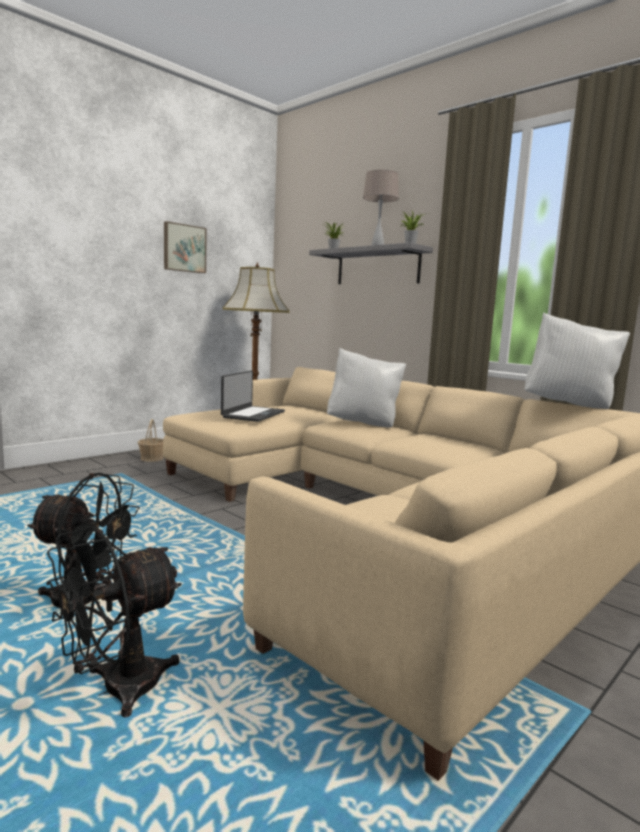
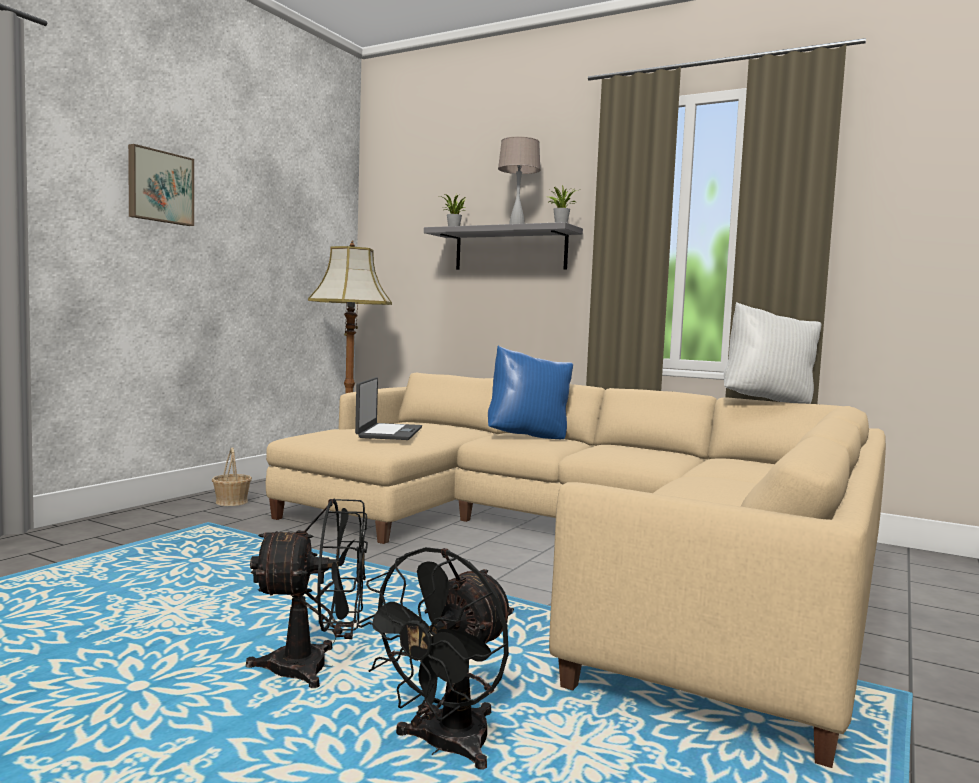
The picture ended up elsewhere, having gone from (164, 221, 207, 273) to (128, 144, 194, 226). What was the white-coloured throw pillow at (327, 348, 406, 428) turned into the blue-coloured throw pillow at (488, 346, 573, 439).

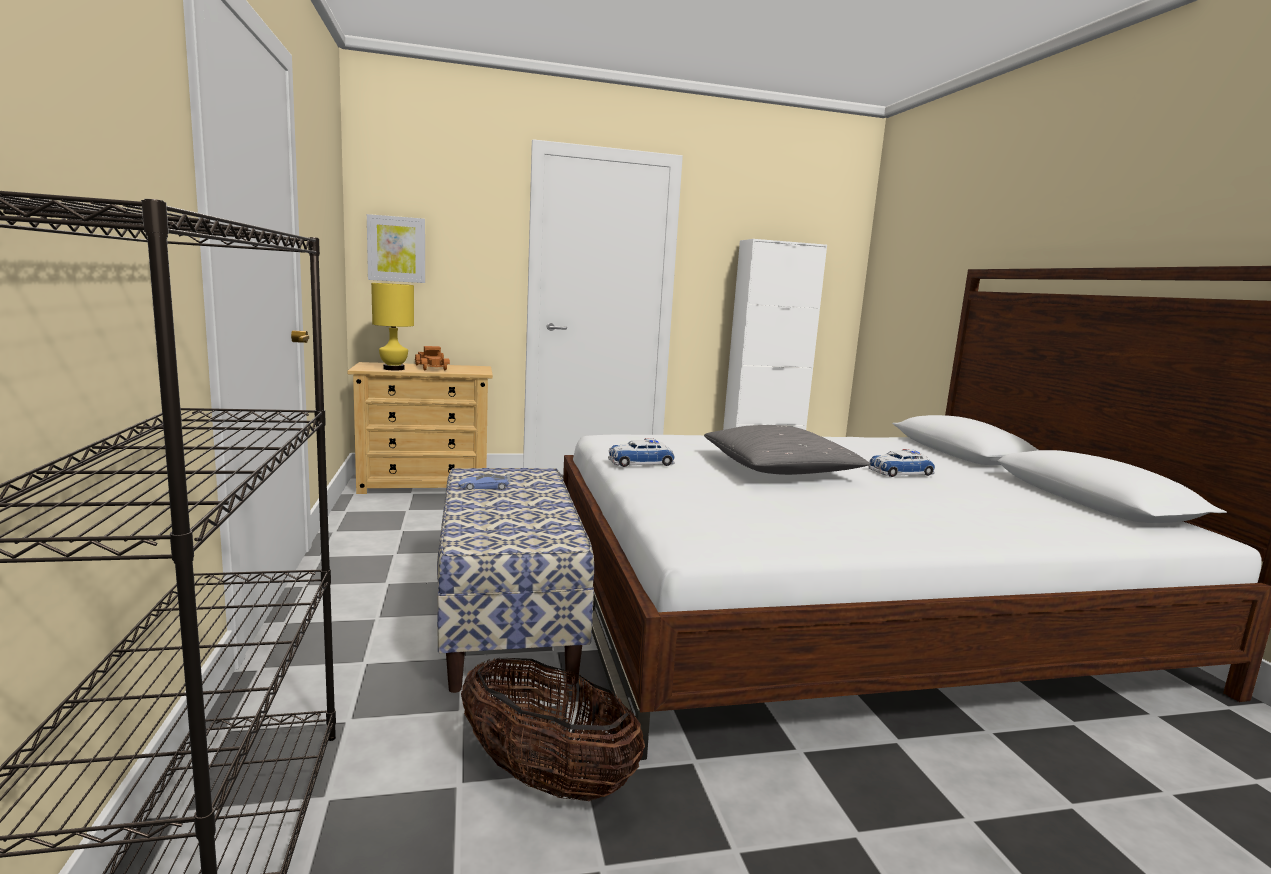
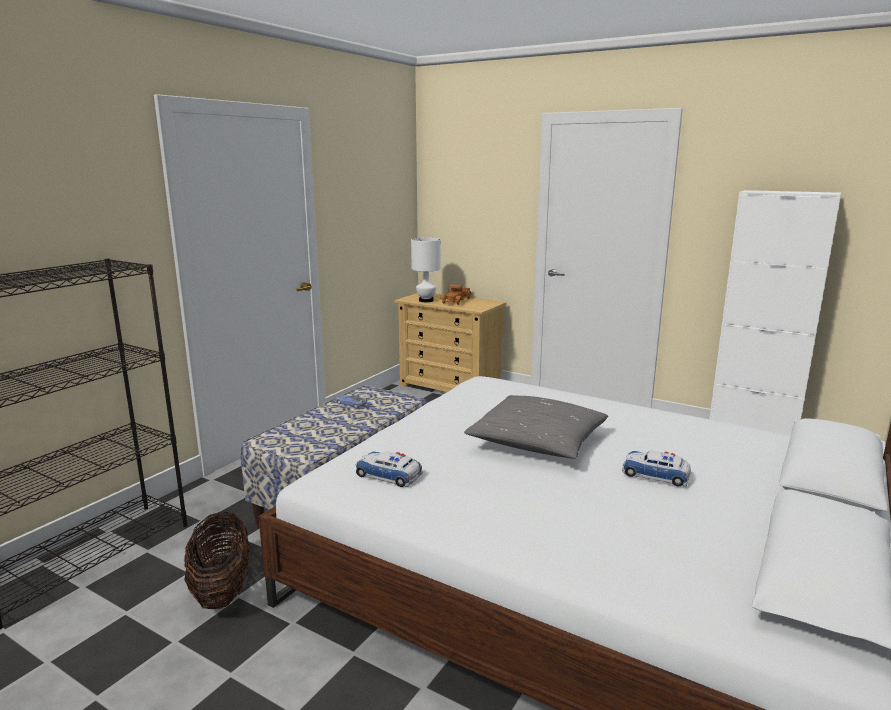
The toy car ended up elsewhere, having gone from (608, 438, 675, 467) to (356, 451, 423, 487). What was the yellow table lamp at (371, 283, 414, 370) turned into the white-coloured table lamp at (411, 238, 441, 302). The second view lost the picture at (367, 214, 425, 283).

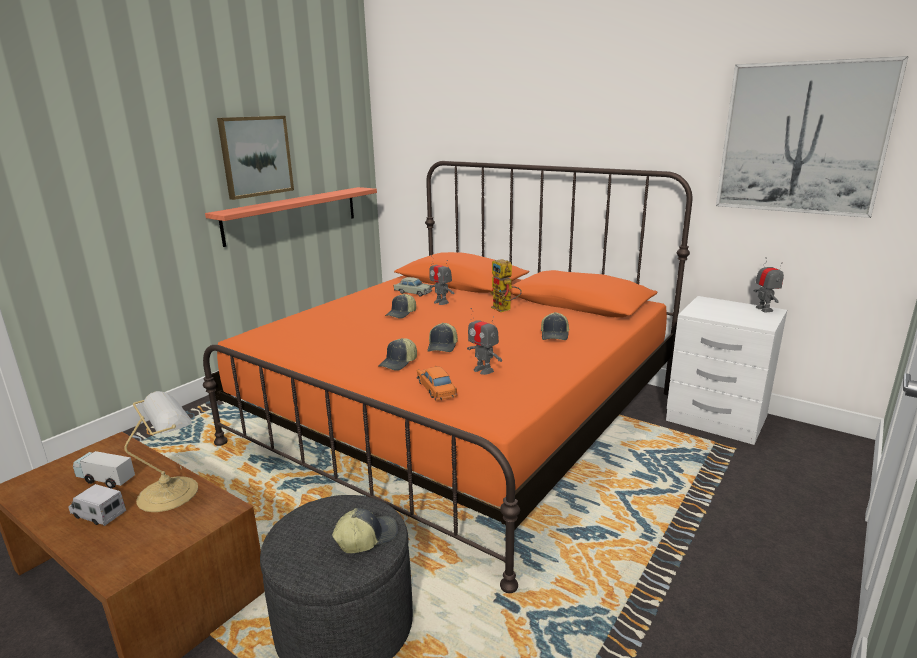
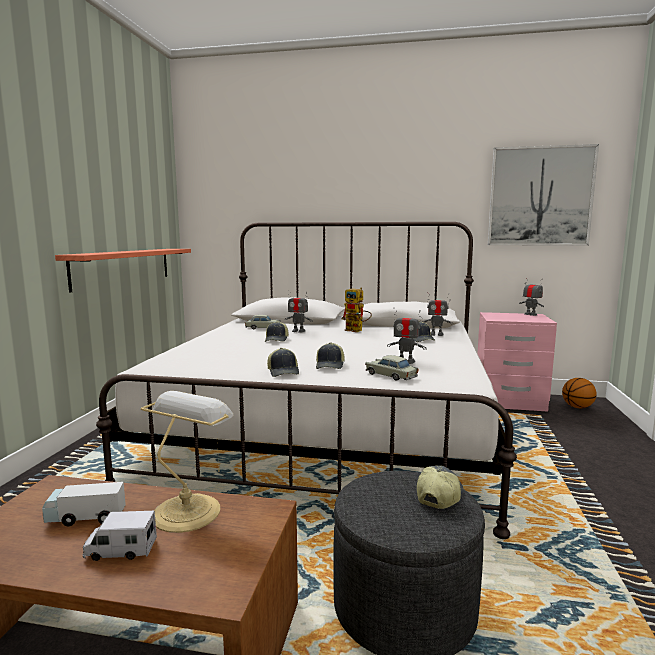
What was the orangey sleeping bed at (203, 161, 693, 593) turned into the white-coloured sleeping bed at (96, 222, 517, 539). The baseball cap ended up elsewhere, having gone from (427, 323, 458, 352) to (267, 348, 299, 377). What was the orangey toy car at (417, 366, 457, 401) turned into the sand-coloured toy car at (365, 355, 419, 381). The second view gained the toy robot at (422, 292, 453, 336). What was the white-coloured night table at (666, 296, 787, 445) turned into the pink night table at (477, 312, 557, 412). The second view gained the ball for basketball at (562, 378, 597, 408). The second view lost the picture at (217, 116, 294, 200).

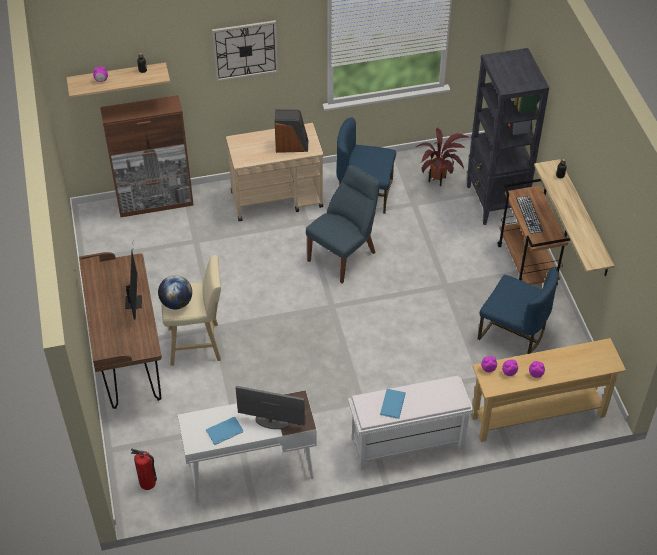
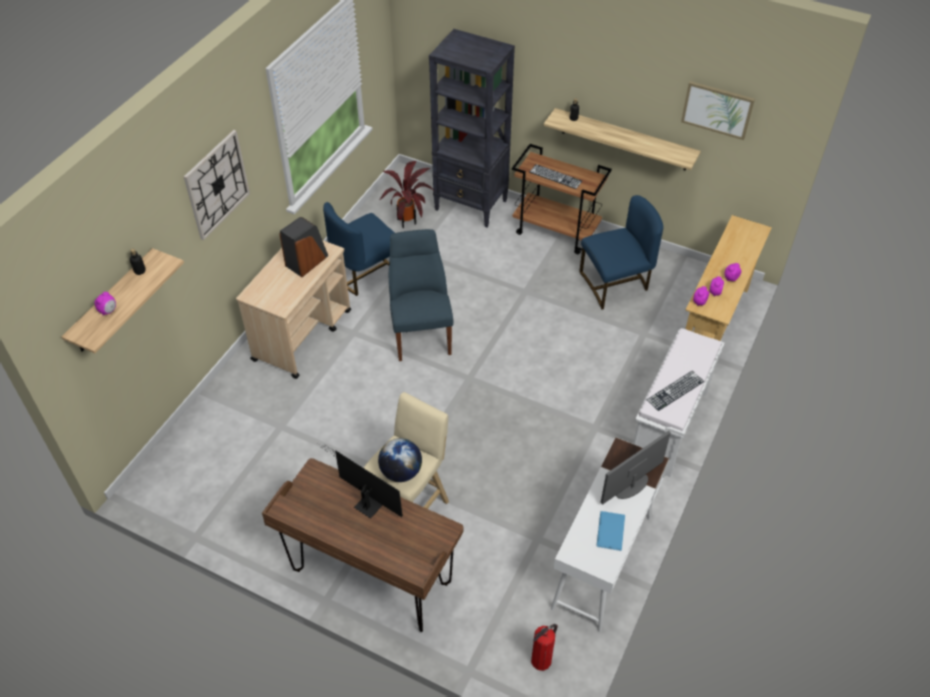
Where the blue-coloured bound book stood at (380, 389, 406, 419), the PC keyboard came to stand at (647, 371, 704, 411). The second view gained the picture at (681, 81, 755, 140). The second view lost the brown-coloured cabinet at (100, 95, 194, 218).

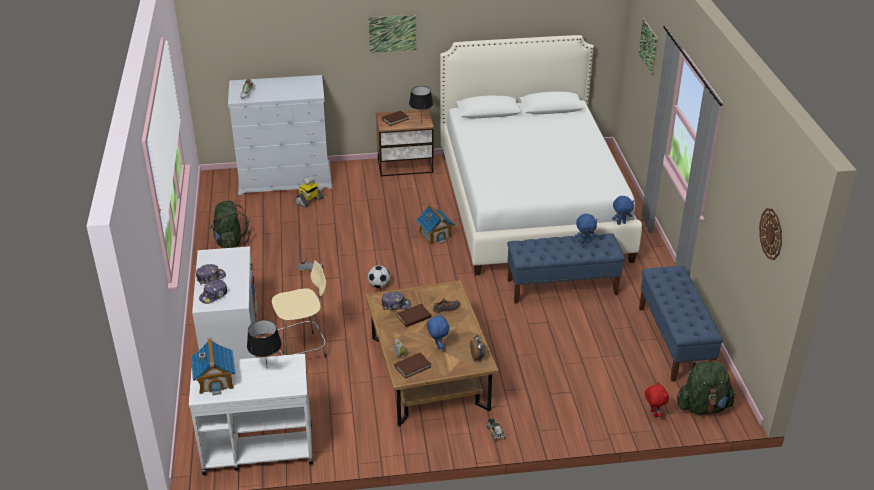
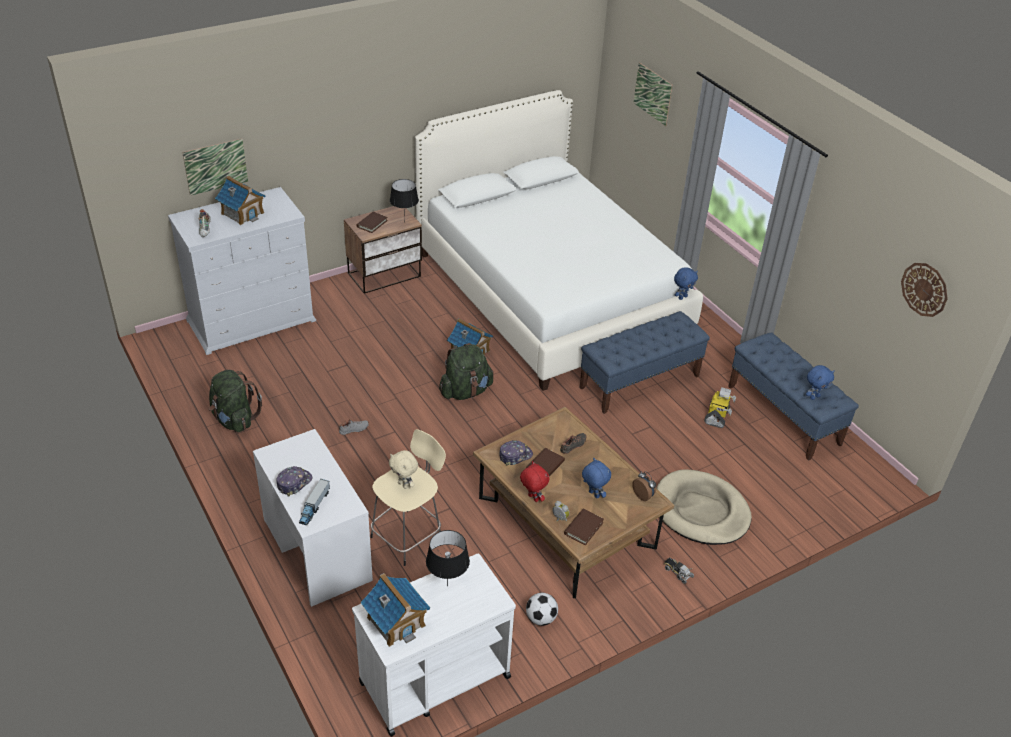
The picture ended up elsewhere, having gone from (368, 15, 417, 53) to (182, 139, 248, 196). The second view gained the miniature house at (215, 176, 266, 225). Where the baseball cap stood at (199, 279, 227, 304), the toy lorry came to stand at (299, 479, 330, 526). The second view gained the sand-coloured plush toy at (389, 450, 418, 489). The green-coloured rucksack ended up elsewhere, having gone from (677, 360, 735, 415) to (439, 343, 493, 400). The reddish plush toy ended up elsewhere, having gone from (645, 382, 669, 417) to (520, 461, 550, 502). The ball for football ended up elsewhere, having gone from (368, 265, 390, 288) to (526, 593, 558, 626). The second view gained the sand-coloured dog cushion at (656, 469, 752, 545). The toy robot ended up elsewhere, having gone from (295, 177, 323, 208) to (704, 387, 736, 428). The blue-coloured plush toy ended up elsewhere, having gone from (575, 214, 597, 243) to (806, 365, 835, 400).

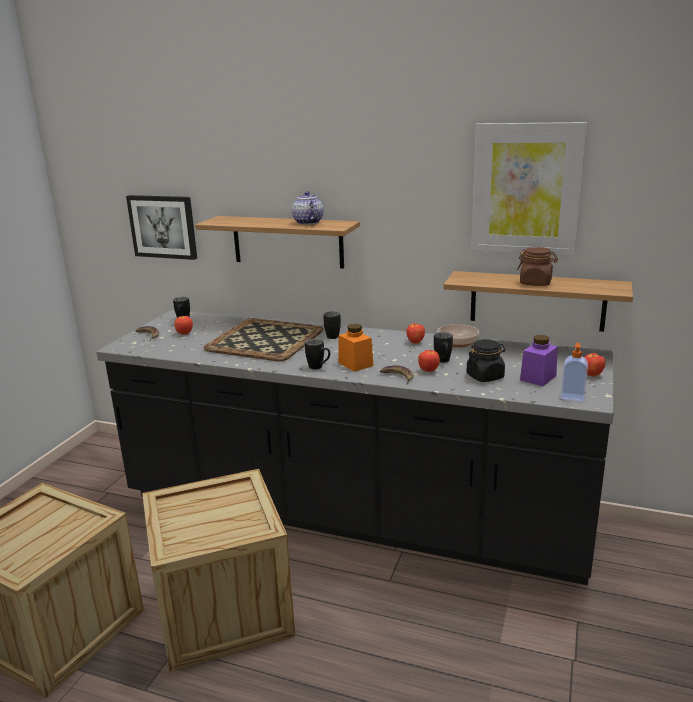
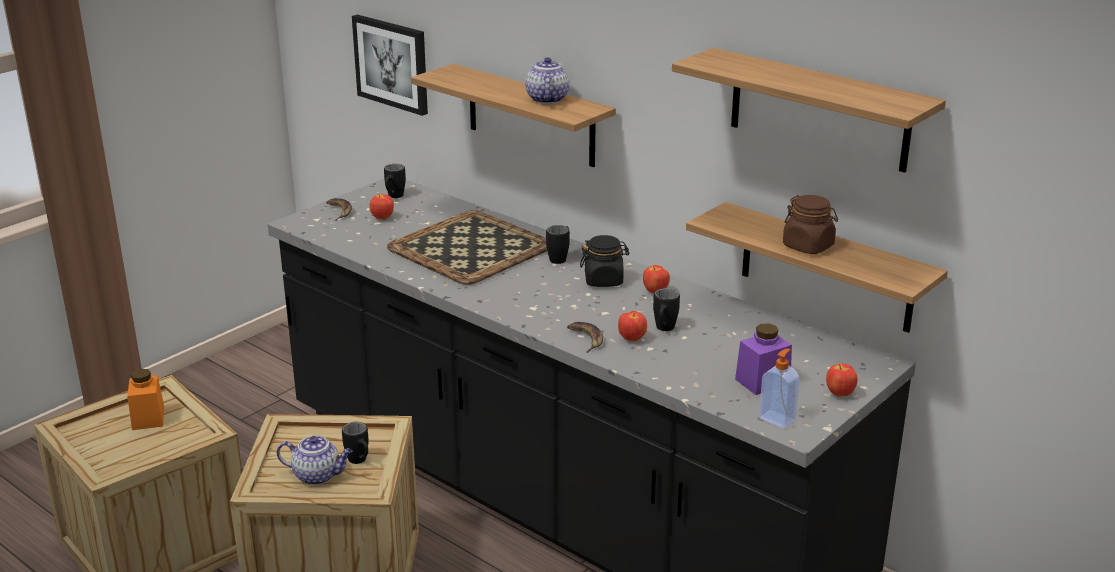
The orangey jar ended up elsewhere, having gone from (338, 324, 373, 372) to (127, 369, 164, 430). The second view gained the tea pot at (277, 436, 353, 485). The blackish tea mug ended up elsewhere, having gone from (305, 339, 330, 370) to (342, 422, 369, 464). The blackish jar ended up elsewhere, having gone from (467, 339, 505, 382) to (580, 235, 629, 287). Where the picture hung at (471, 122, 587, 256), the bracket shelf came to hang at (672, 48, 946, 173). The second view lost the bowl at (437, 324, 479, 348).

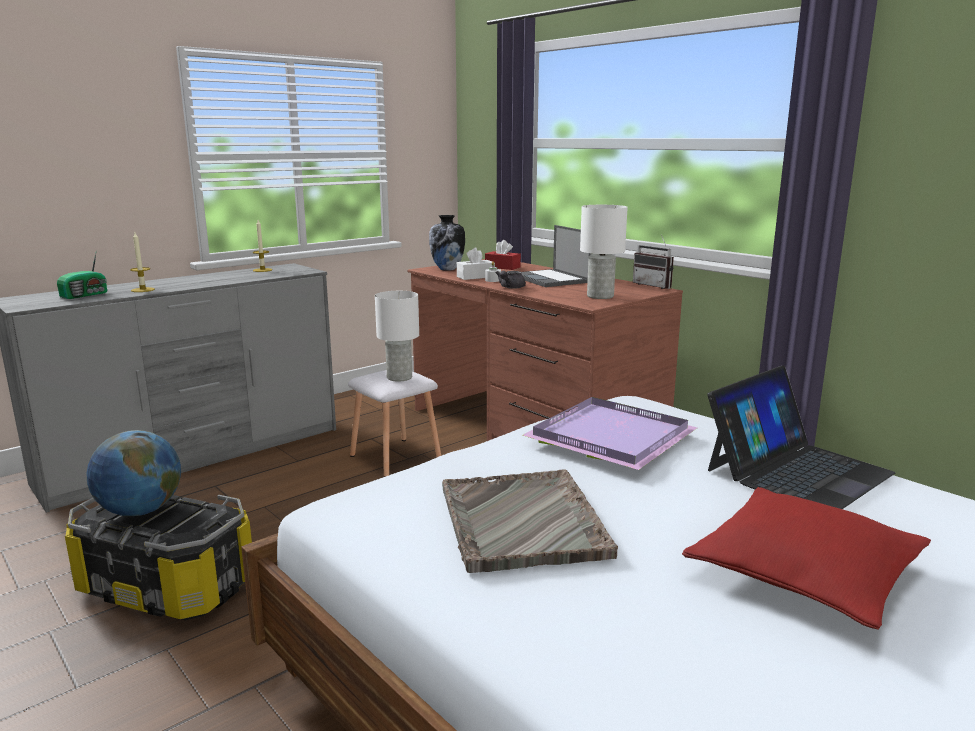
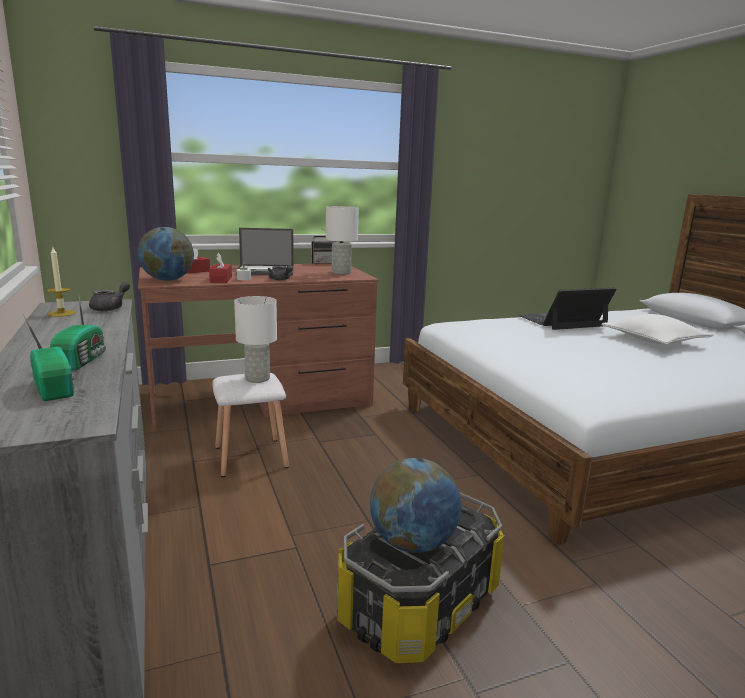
Where the wax candle stood at (130, 232, 155, 292), the radio set came to stand at (50, 294, 106, 370). The second view gained the gray tea pot at (89, 282, 130, 311). Where the vase stood at (429, 215, 465, 271), the desk globe came to stand at (138, 227, 194, 281). What was the white-coloured tissue holder at (457, 247, 495, 280) turned into the reddish tissue holder at (209, 253, 232, 283). The laptop at (708, 366, 895, 509) ended up facing another way, 90 degrees counterclockwise from before. What was the reddish throw pillow at (682, 487, 931, 630) turned into the white-coloured throw pillow at (601, 314, 714, 345). The second view lost the gray carrying tray at (442, 469, 618, 573). The second view lost the purple-coloured carrying tray at (522, 397, 697, 470).

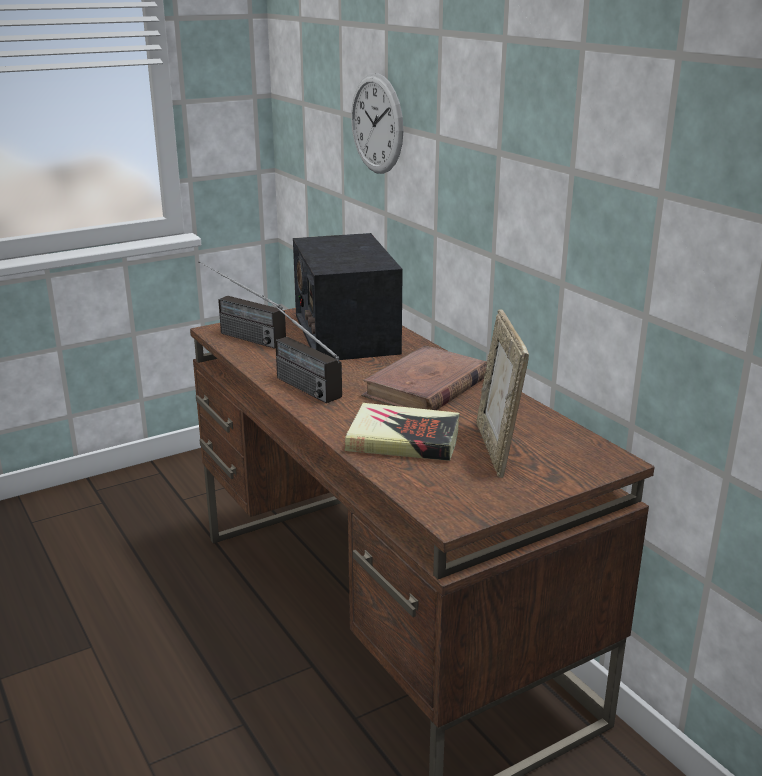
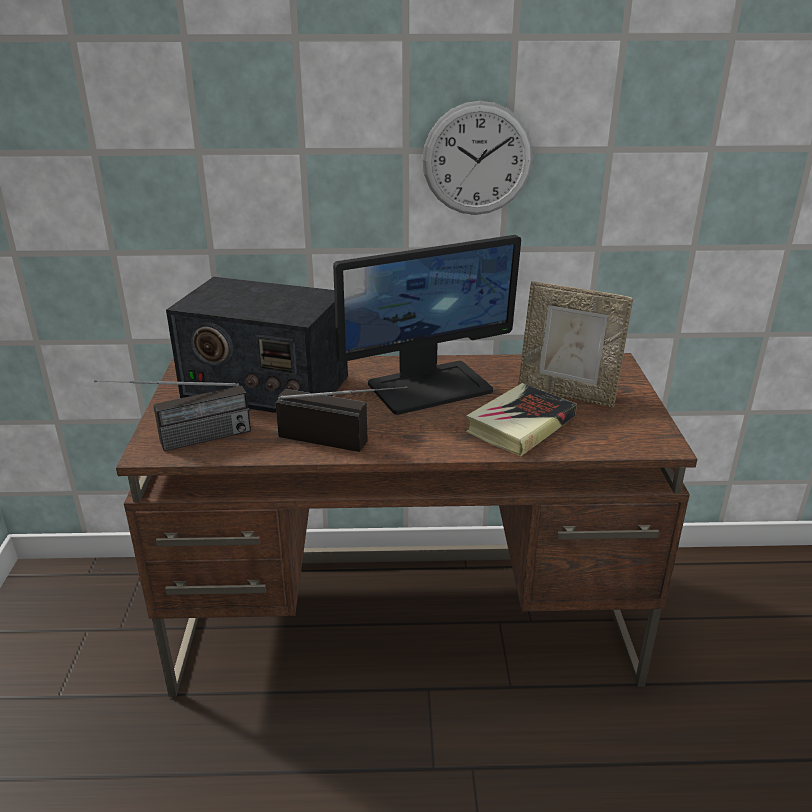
The radio set at (262, 295, 342, 403) ended up facing another way, 150 degrees counterclockwise from before. Where the brown-coloured bound book stood at (361, 346, 487, 410), the computer screen came to stand at (333, 235, 521, 415). The clock on the wall ended up elsewhere, having gone from (351, 73, 404, 174) to (422, 101, 533, 215).

